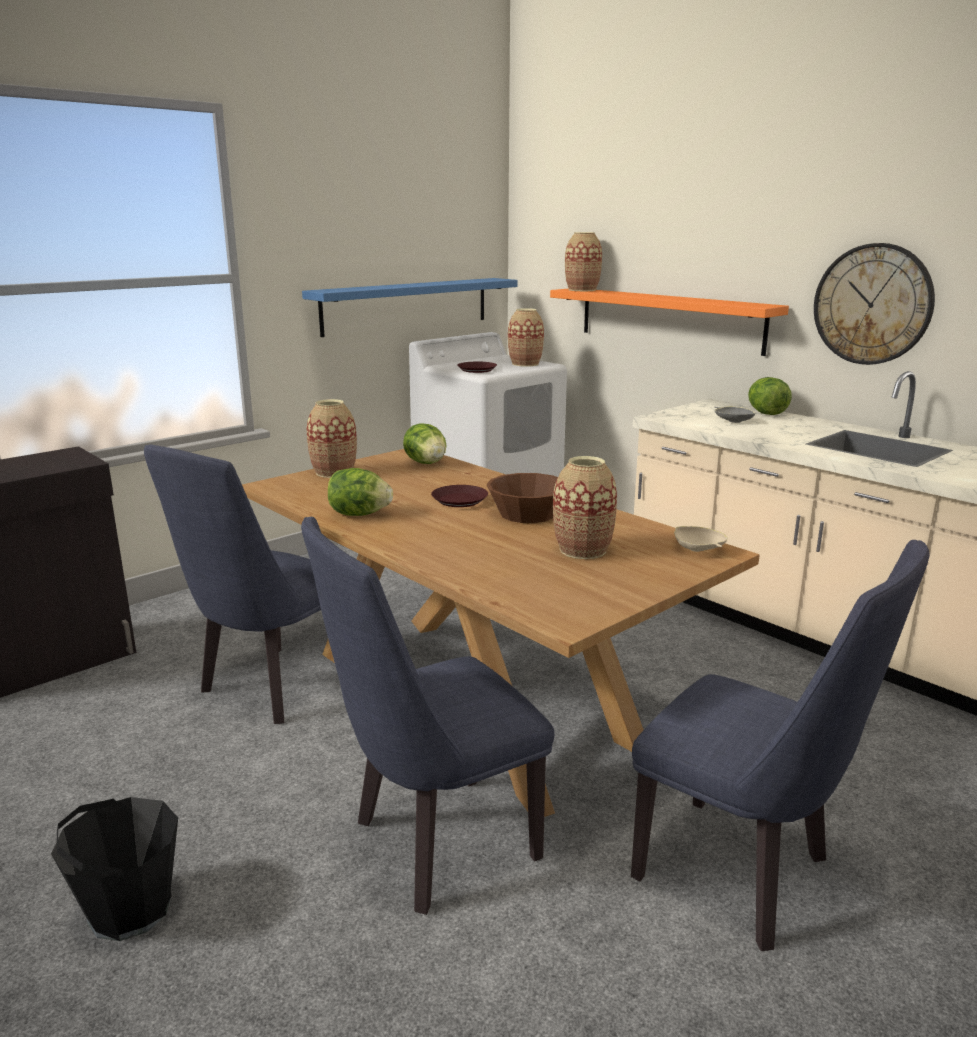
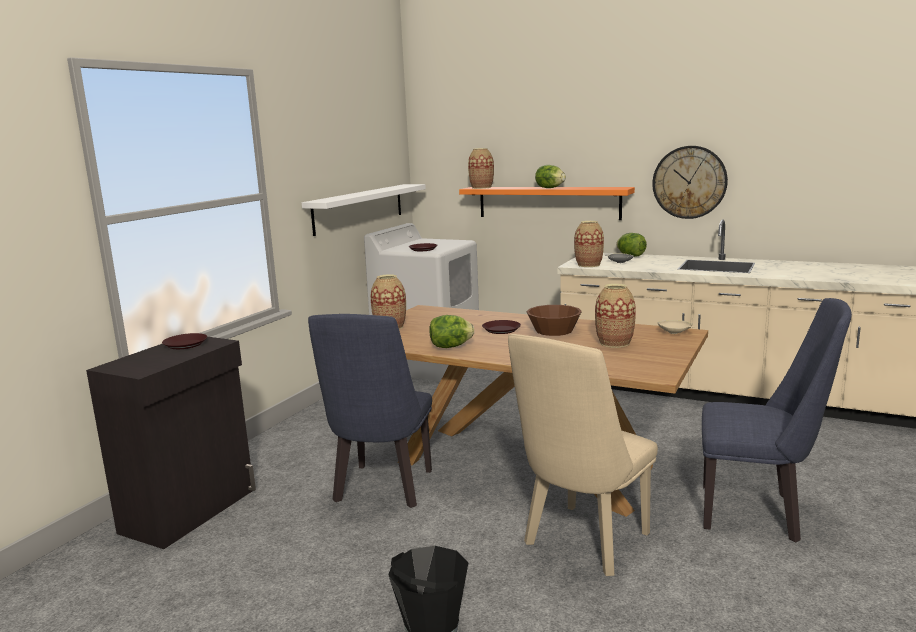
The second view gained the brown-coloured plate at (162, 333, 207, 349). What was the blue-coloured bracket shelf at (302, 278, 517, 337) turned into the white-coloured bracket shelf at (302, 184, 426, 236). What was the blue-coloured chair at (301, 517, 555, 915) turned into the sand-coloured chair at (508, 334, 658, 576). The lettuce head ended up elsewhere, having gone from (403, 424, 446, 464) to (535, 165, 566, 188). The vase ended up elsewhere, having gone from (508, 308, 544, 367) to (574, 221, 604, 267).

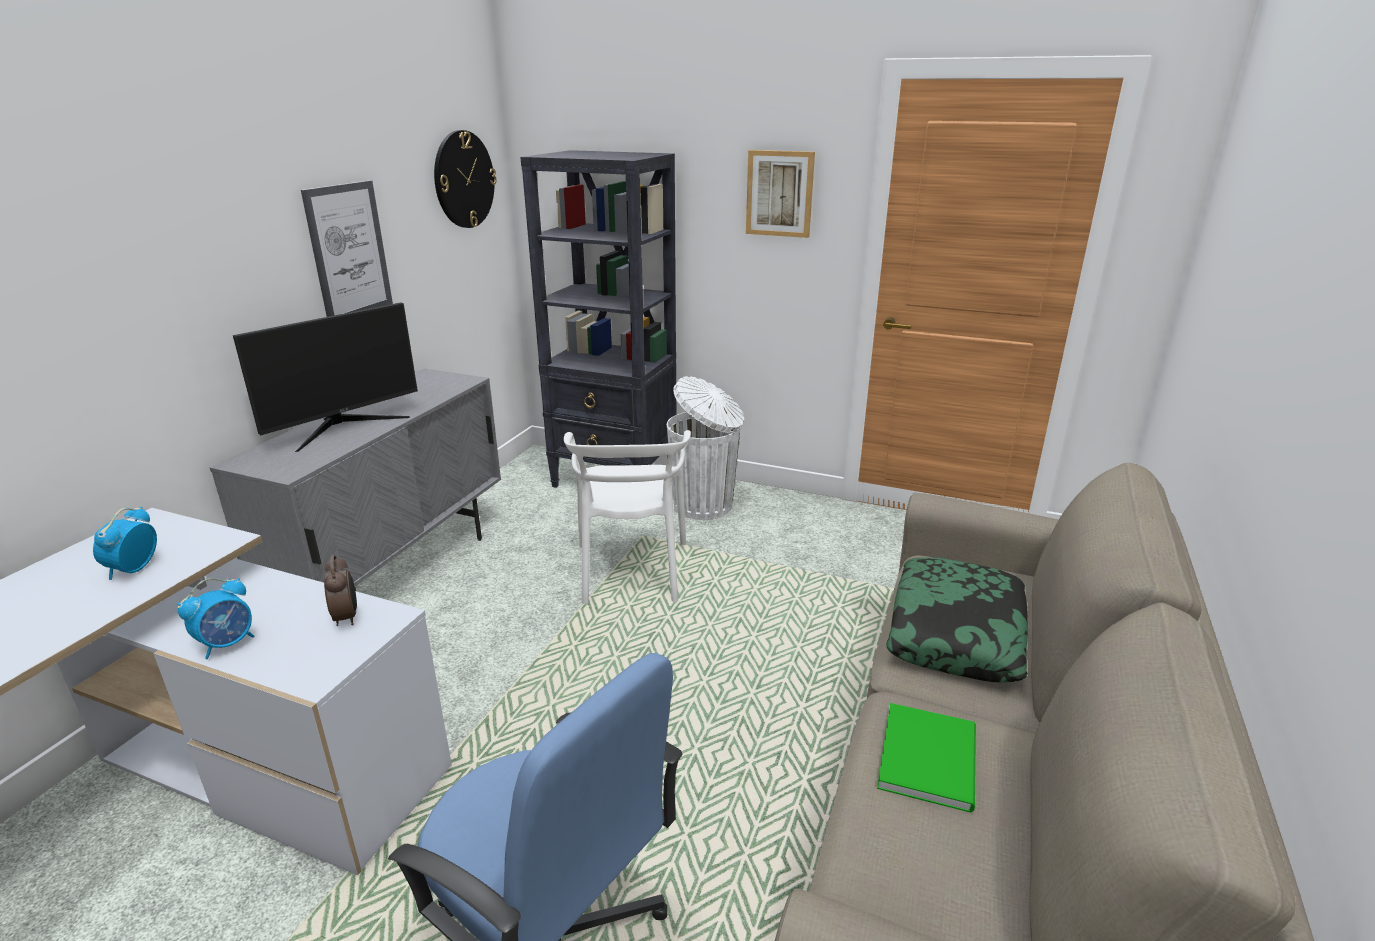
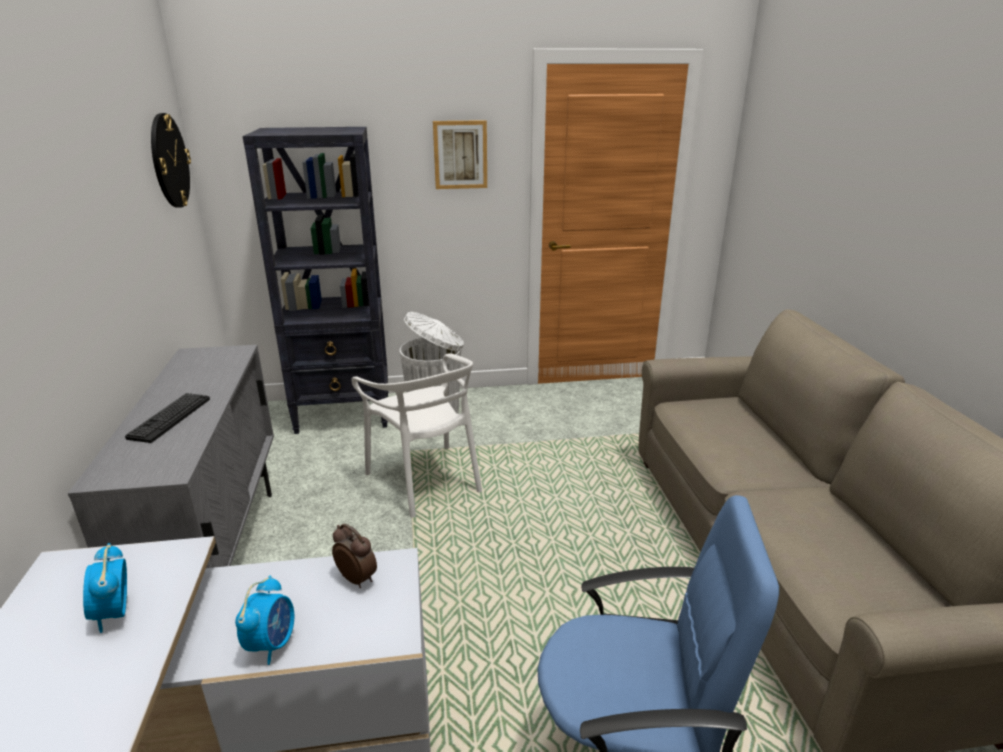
Where the computer screen stood at (233, 302, 418, 452), the PC keyboard came to stand at (125, 393, 210, 443). The second view lost the picture at (301, 180, 393, 317). The second view lost the green-coloured bound book at (877, 703, 976, 813). The second view lost the throw pillow at (886, 557, 1028, 683).

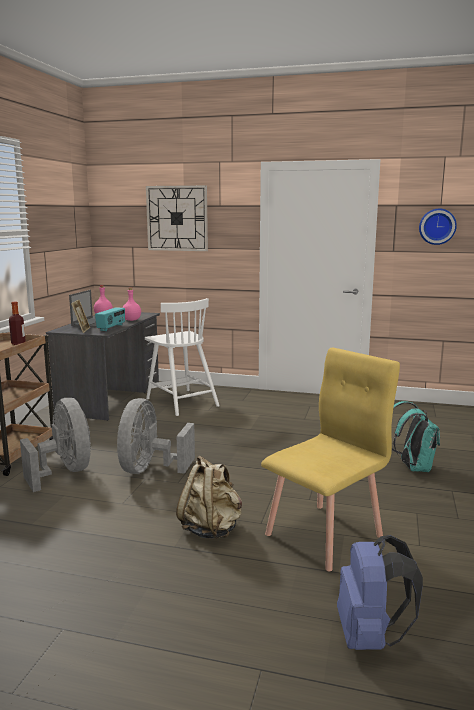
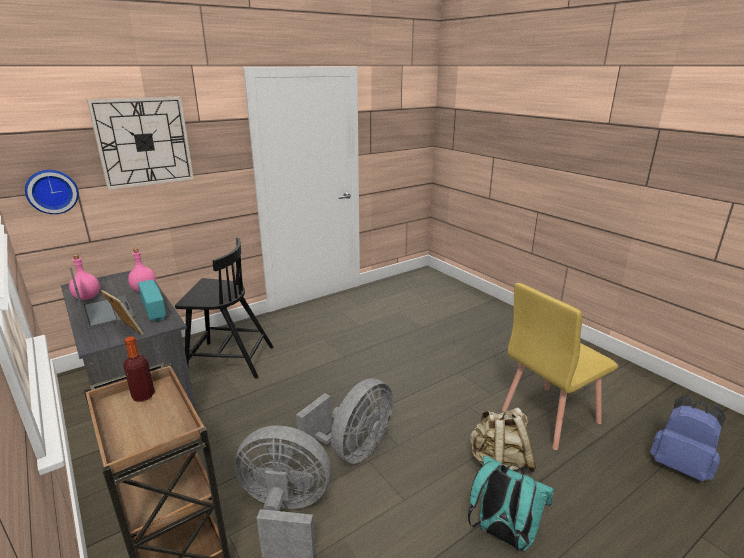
The clock on the wall ended up elsewhere, having gone from (419, 209, 457, 245) to (25, 170, 79, 214). What was the white-coloured chair at (145, 298, 220, 416) turned into the blackish chair at (175, 238, 273, 379). The gray fan at (117, 398, 195, 474) ended up facing another way, 105 degrees counterclockwise from before. The turquoise rucksack ended up elsewhere, having gone from (392, 401, 440, 472) to (468, 455, 554, 551). The yellow chair at (261, 347, 400, 572) ended up facing another way, 120 degrees counterclockwise from before.

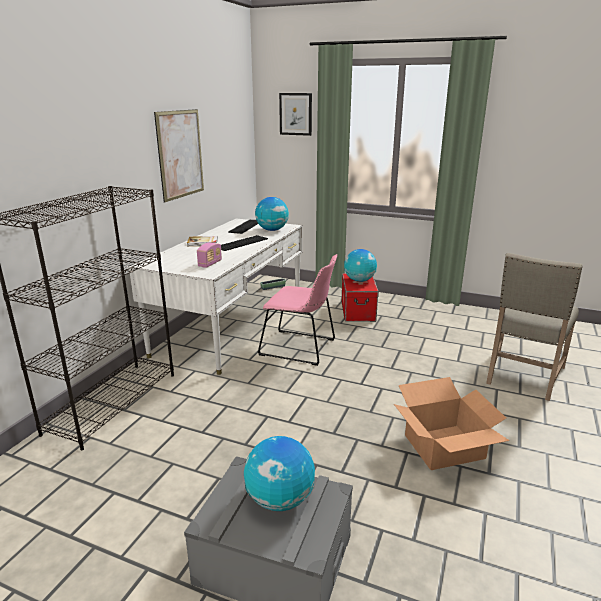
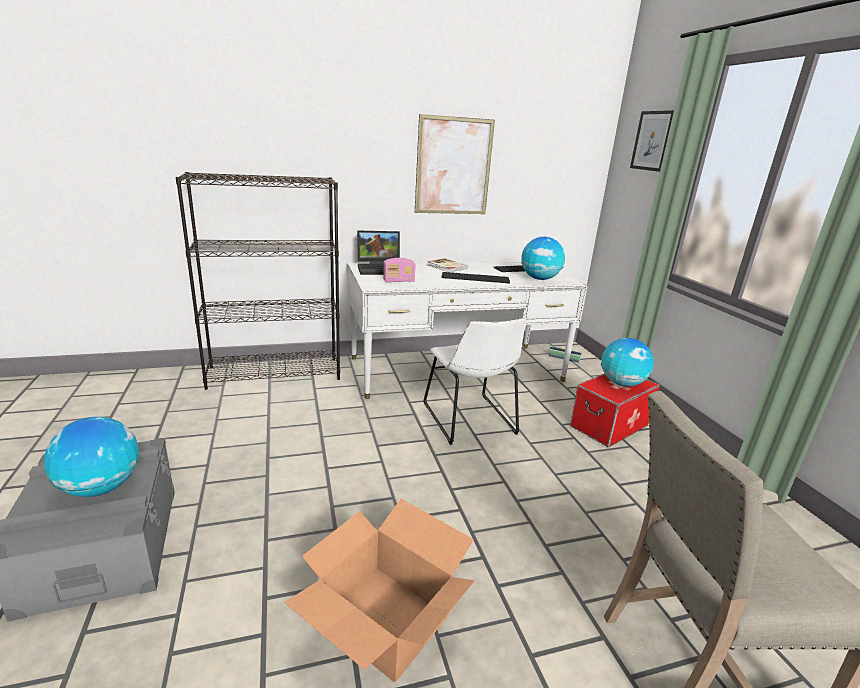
The second view gained the laptop at (357, 231, 400, 275). What was the pink chair at (258, 254, 337, 366) turned into the white-coloured chair at (423, 318, 527, 445).

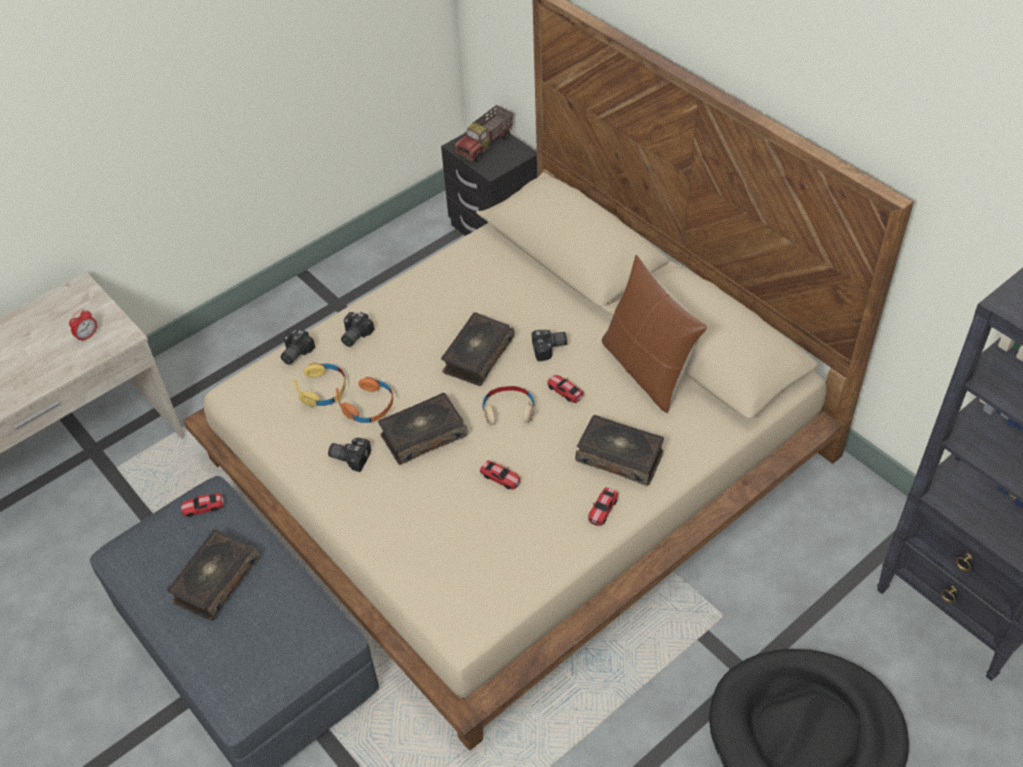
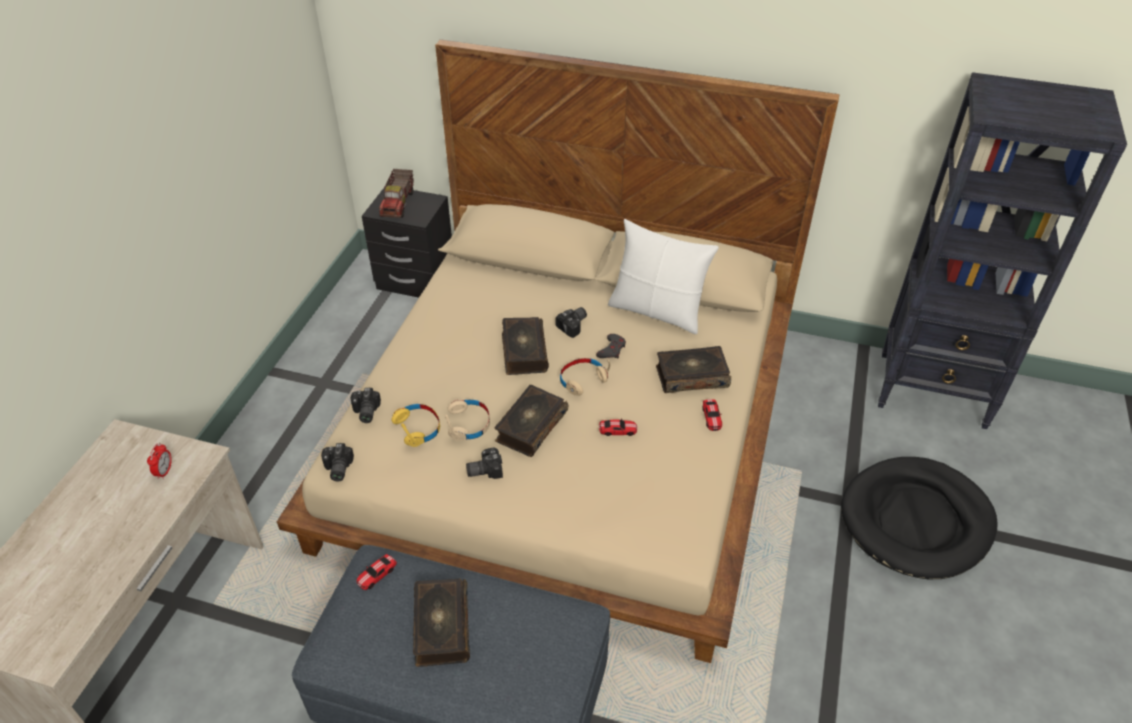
The photo camera ended up elsewhere, having gone from (341, 312, 375, 347) to (321, 443, 354, 482). What was the orangey headphones at (336, 377, 393, 423) turned into the sand-coloured headphones at (445, 400, 490, 441). Where the toy car stood at (547, 375, 584, 403), the gray joypad came to stand at (596, 334, 626, 358). What was the brown-coloured throw pillow at (602, 255, 707, 413) turned into the white-coloured throw pillow at (608, 219, 719, 334).

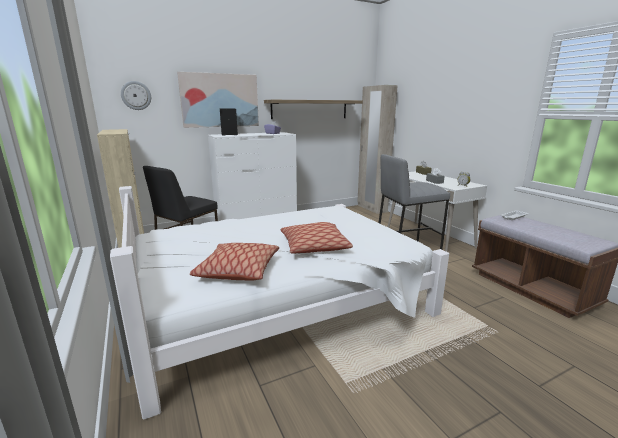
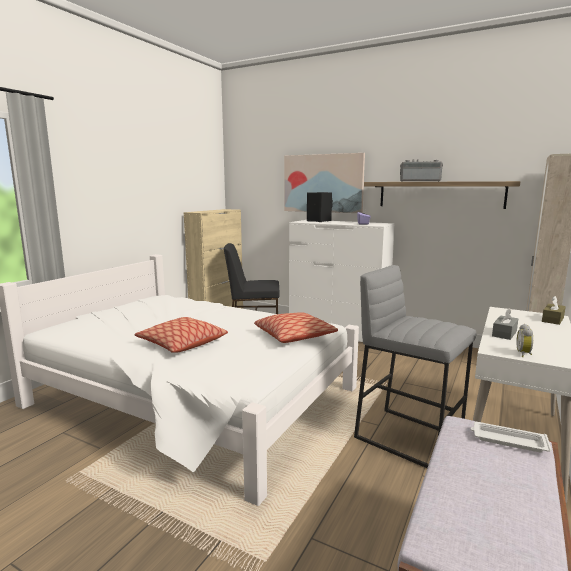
The throw pillow ended up elsewhere, having gone from (190, 243, 279, 281) to (254, 312, 338, 343). The second view gained the radio set at (400, 159, 443, 182). The second view lost the clock on the wall at (121, 81, 151, 110).

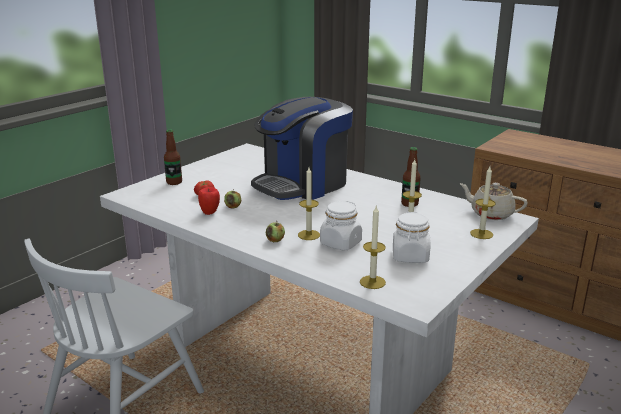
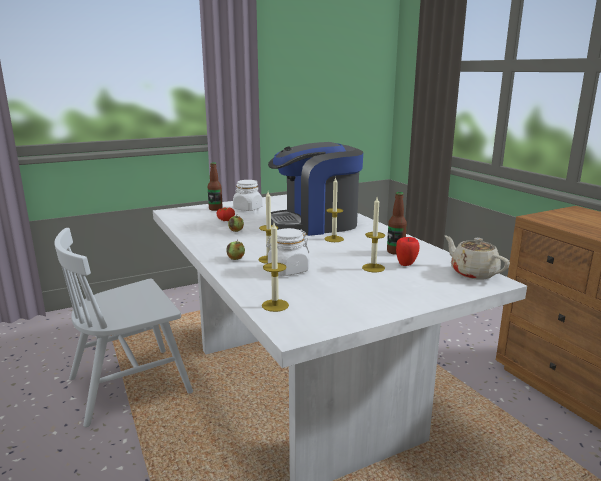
The white-coloured jar ended up elsewhere, having gone from (393, 212, 431, 263) to (233, 180, 262, 211). The wax candle ended up elsewhere, having gone from (470, 167, 496, 239) to (325, 177, 344, 242). The whole apple ended up elsewhere, having gone from (198, 187, 220, 215) to (396, 237, 419, 266).

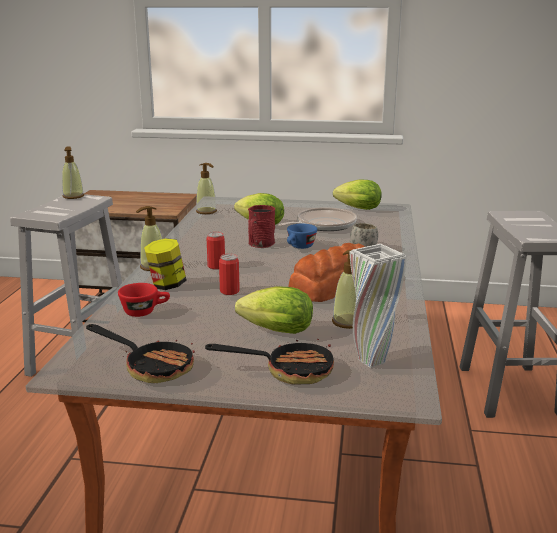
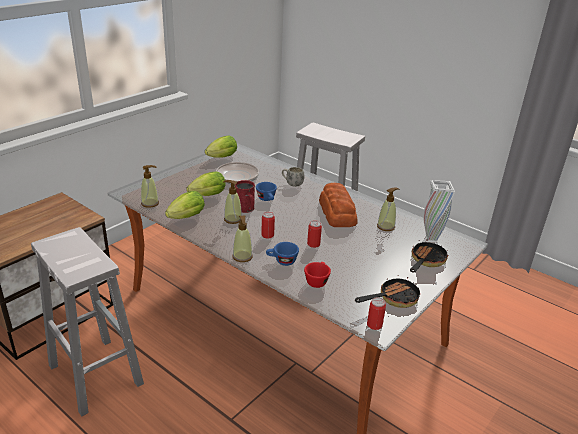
The lettuce head ended up elsewhere, having gone from (235, 286, 313, 334) to (165, 191, 205, 219). The soap dispenser ended up elsewhere, having gone from (62, 147, 84, 199) to (223, 180, 242, 224). Where the jar stood at (144, 238, 187, 290), the blue-coloured small cup came to stand at (266, 242, 299, 266). The second view gained the sealed can at (367, 297, 386, 330).

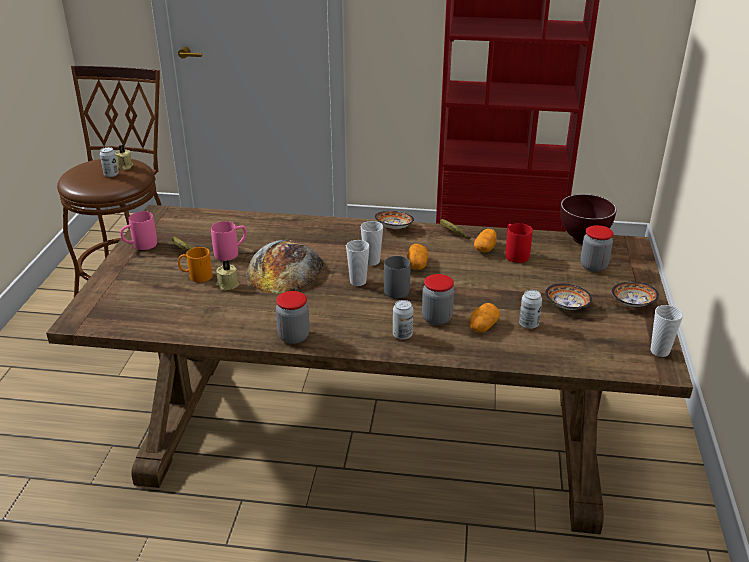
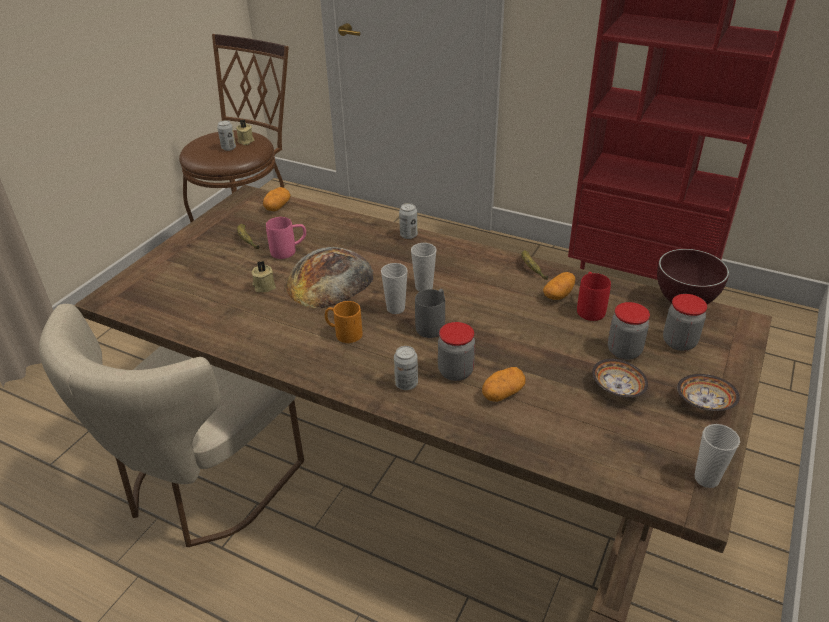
The second view gained the sand-coloured chair at (39, 304, 304, 547). The whole potato ended up elsewhere, having gone from (407, 244, 428, 270) to (263, 187, 291, 211). The orangey tea mug ended up elsewhere, having gone from (178, 247, 213, 282) to (325, 301, 363, 343). The sealed can ended up elsewhere, having gone from (519, 290, 542, 329) to (399, 203, 418, 239). The jar ended up elsewhere, having gone from (276, 291, 310, 344) to (608, 302, 650, 360). The second view lost the pink tea mug at (120, 211, 157, 250). The second view lost the bowl at (375, 211, 414, 229).

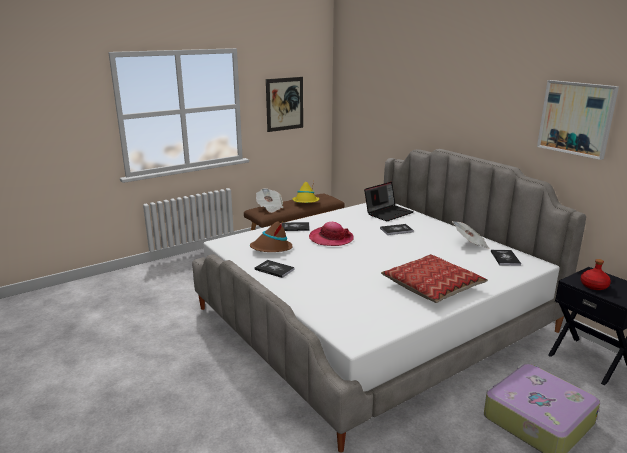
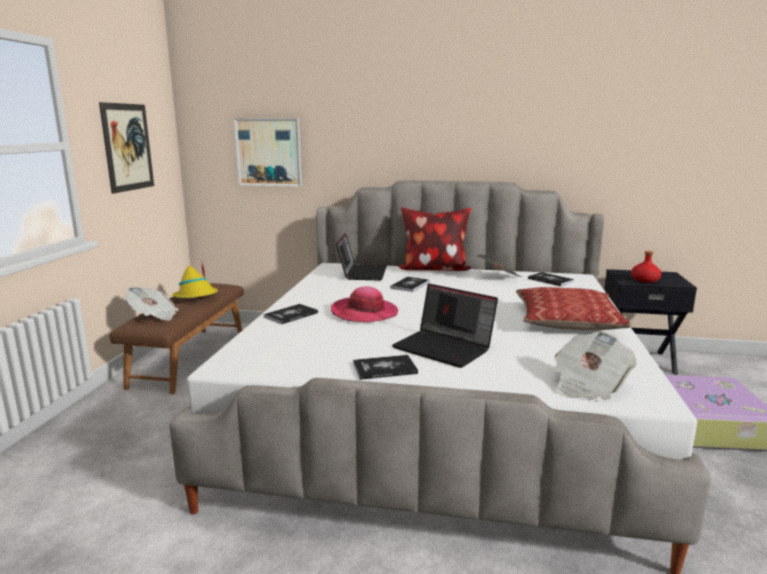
The picture ended up elsewhere, having gone from (537, 80, 619, 160) to (234, 118, 302, 187). The second view gained the laptop at (392, 284, 498, 368). The second view gained the throw pillow at (398, 207, 471, 271). The second view gained the daily paper at (553, 331, 636, 400). The second view lost the brown-coloured clothing hat at (250, 221, 293, 252).

